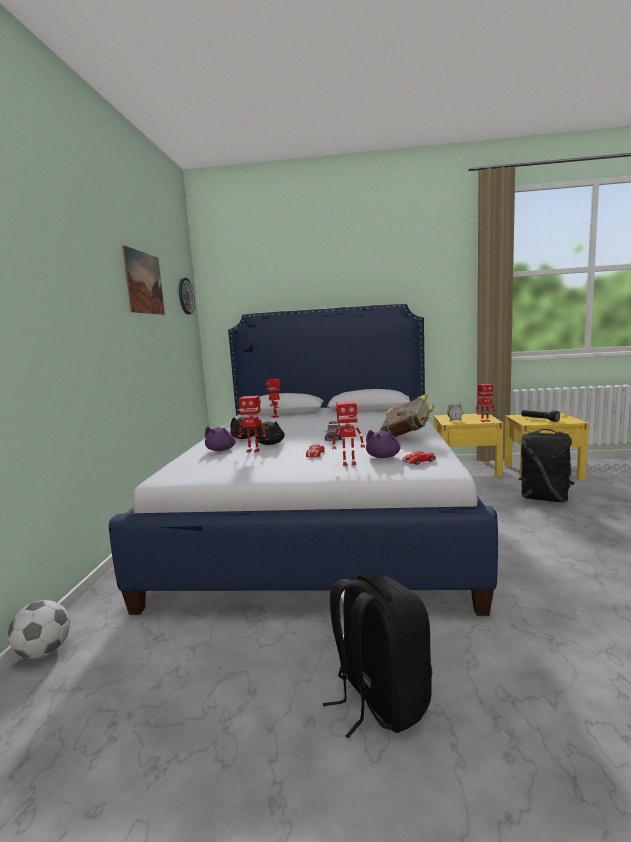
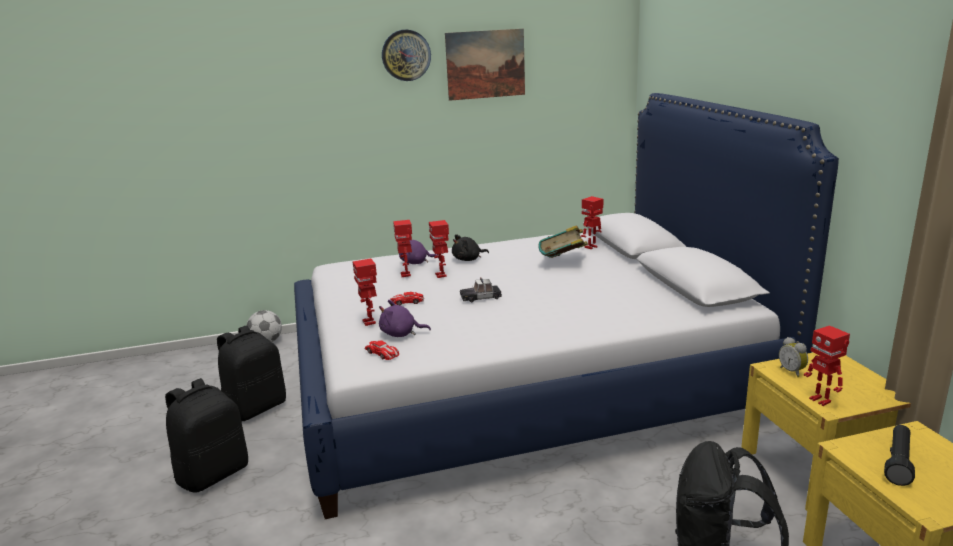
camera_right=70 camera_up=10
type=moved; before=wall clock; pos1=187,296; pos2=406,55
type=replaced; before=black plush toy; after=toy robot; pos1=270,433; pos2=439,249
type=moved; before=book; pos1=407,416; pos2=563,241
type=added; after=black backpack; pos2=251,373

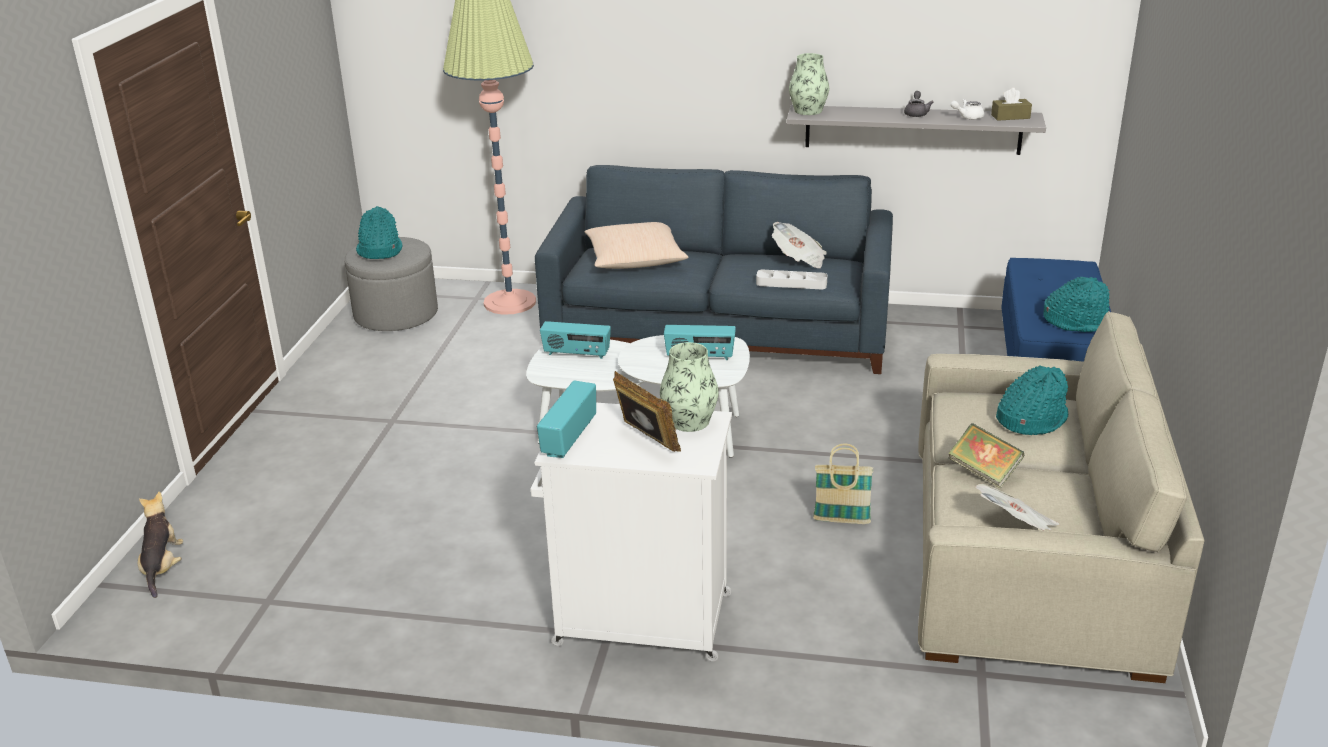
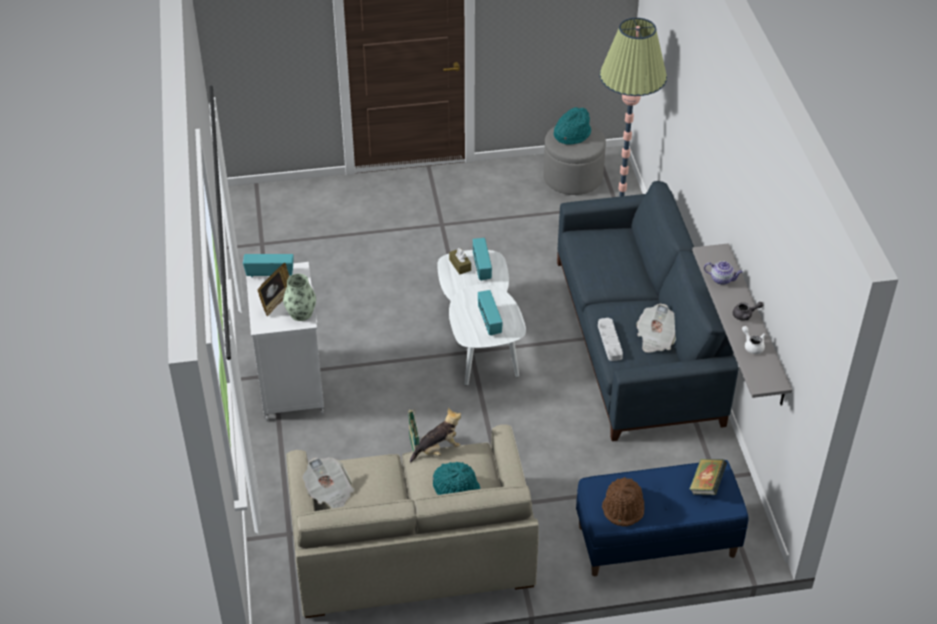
camera_right=70 camera_up=15
type=moved; before=plush toy; pos1=161,545; pos2=435,435
type=removed; before=beige pillow; pos1=637,245
type=removed; before=vase; pos1=809,84
type=moved; before=book; pos1=986,456; pos2=708,477
type=moved; before=brown tissue box; pos1=1011,104; pos2=460,261
type=recoloured; before=turquoise hat; after=brown hat; pos1=1076,304; pos2=623,501
type=added; after=teapot; pos2=723,273

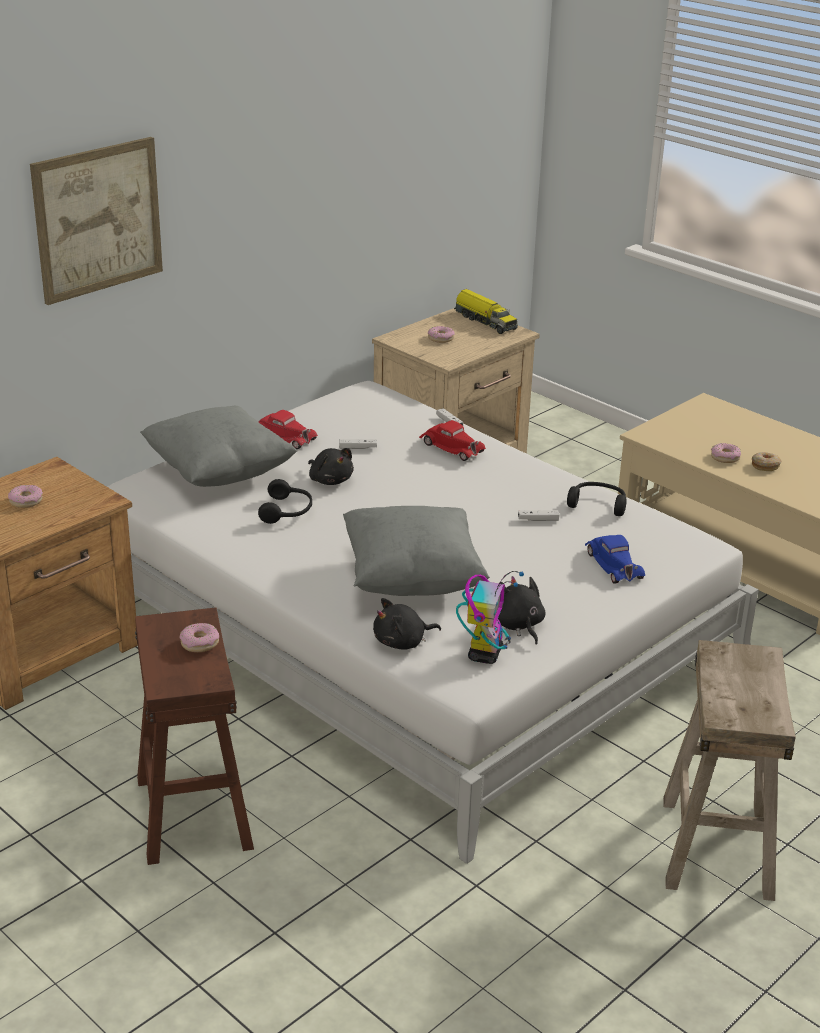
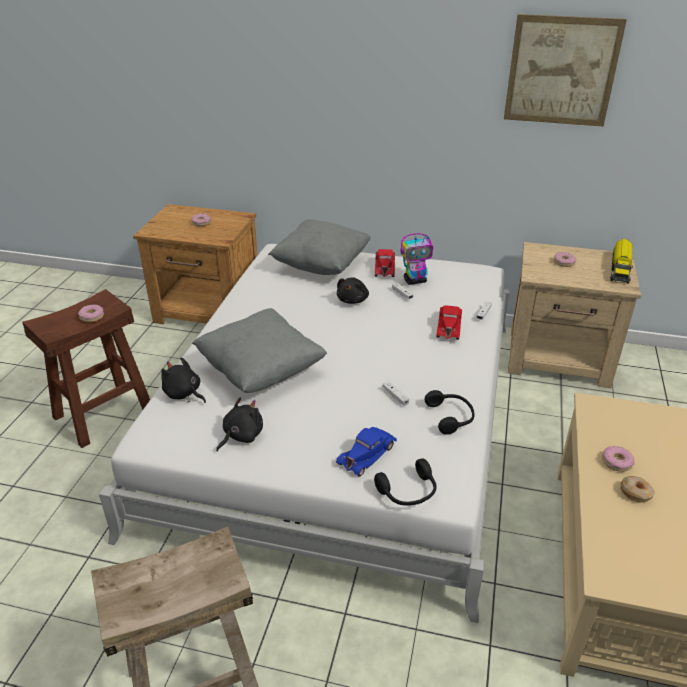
camera_right=60 camera_up=5
type=moved; before=picture; pos1=96,221; pos2=565,70
type=moved; before=black headphones; pos1=285,501; pos2=405,481
type=moved; before=toy robot; pos1=490,617; pos2=416,259

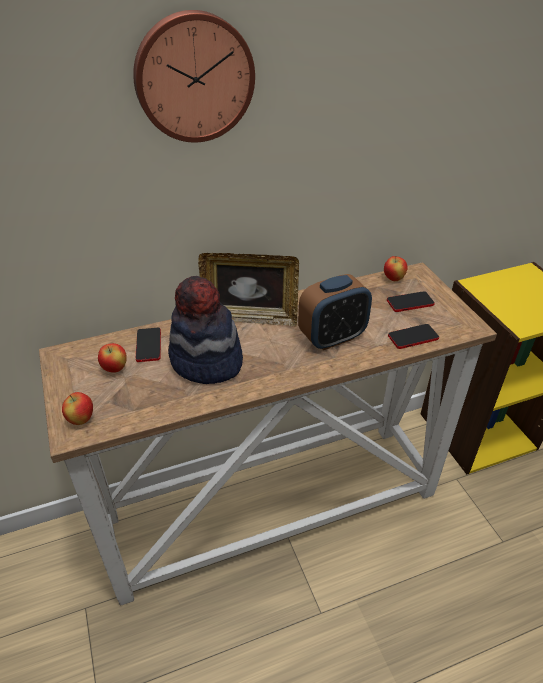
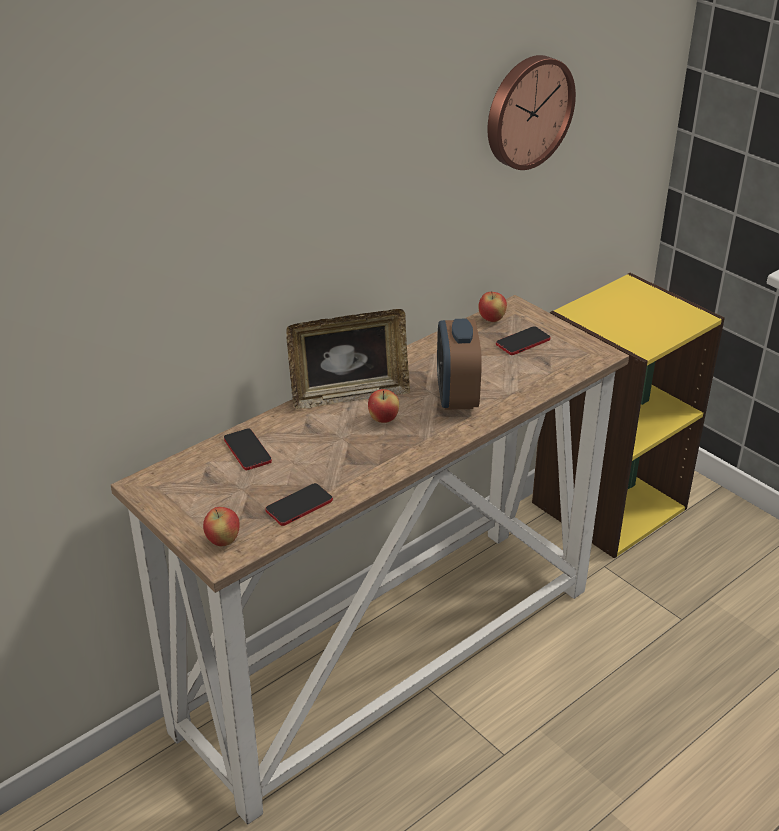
camera_right=-20 camera_up=-5
type=moved; before=apple; pos1=112,358; pos2=383,406
type=moved; before=wall clock; pos1=194,76; pos2=531,112
type=removed; before=hat; pos1=205,330
type=turned; before=alarm clock; pos1=335,312; pos2=459,364; turn=135
type=moved; before=phone; pos1=413,336; pos2=299,504

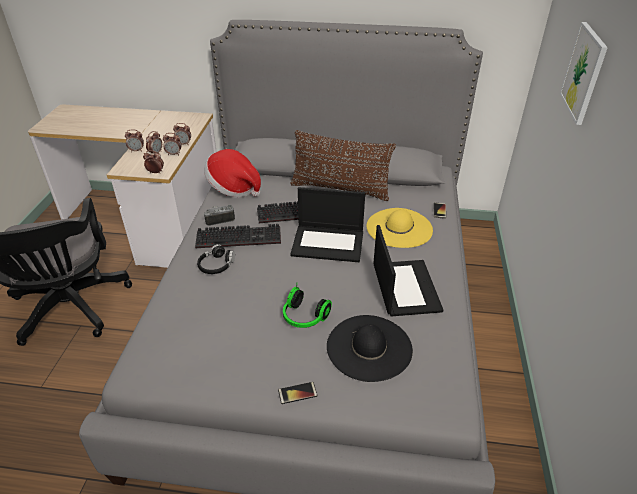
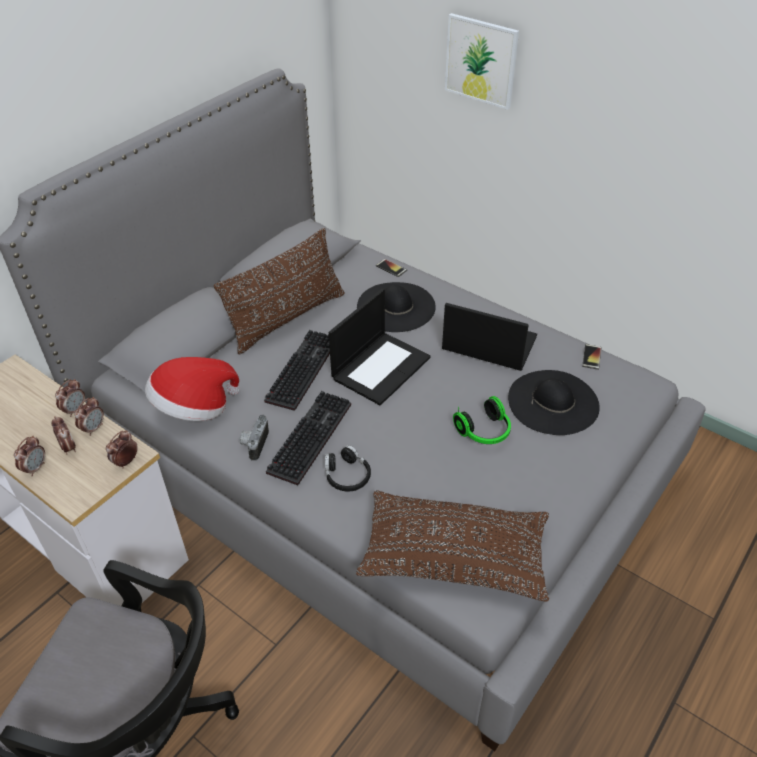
camera_right=-60 camera_up=5
type=moved; before=phone; pos1=297,393; pos2=591,357
type=recoloured; before=yellow hat; after=black hat; pos1=400,228; pos2=396,307
type=added; after=brown pillow; pos2=452,546

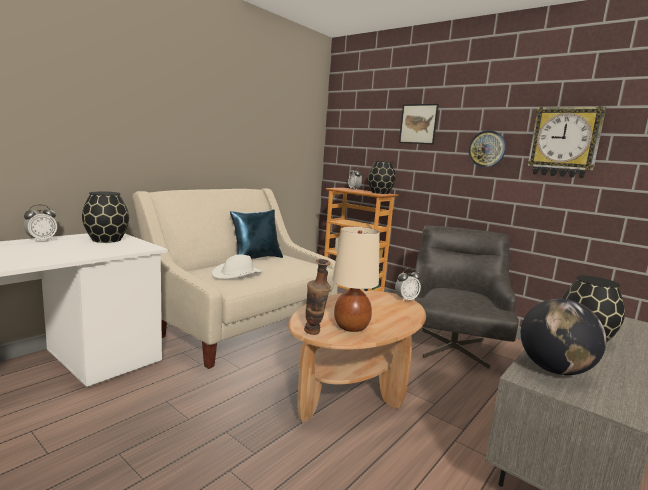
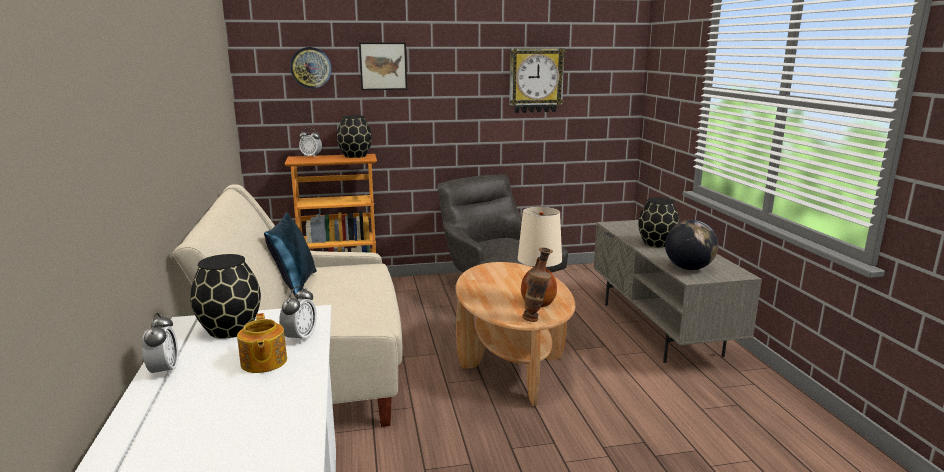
camera_right=-50 camera_up=5
type=removed; before=white hat; pos1=237,266
type=moved; before=alarm clock; pos1=408,285; pos2=298,315
type=moved; before=wall clock; pos1=487,148; pos2=311,68
type=added; after=teapot; pos2=262,343

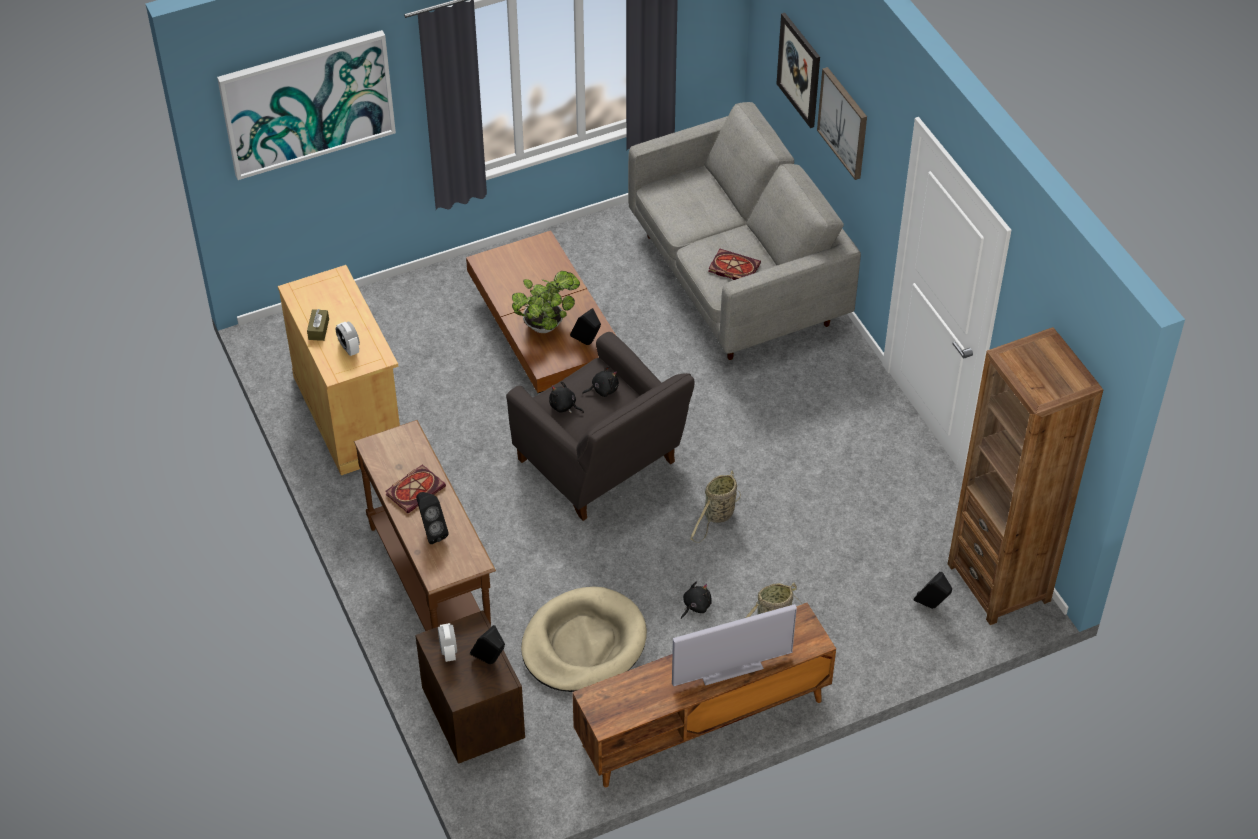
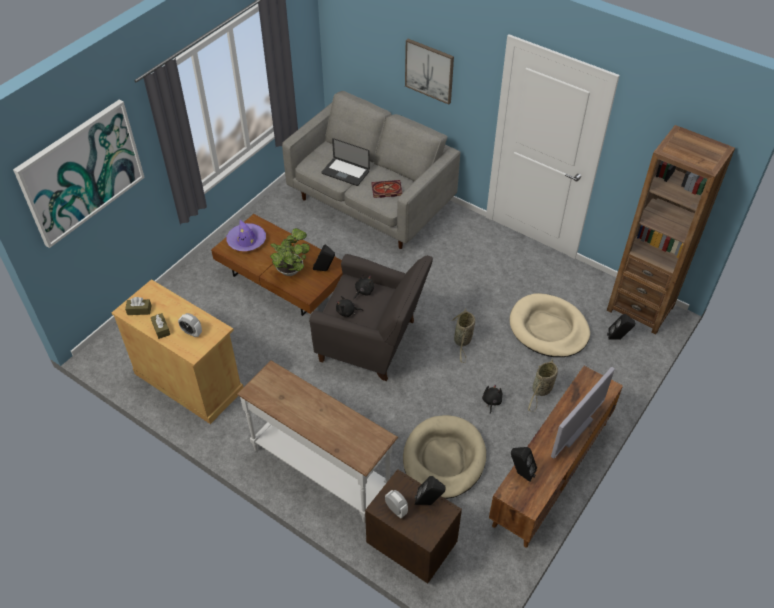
camera_right=-30 camera_up=0
type=recoloured; before=brown console table; after=white console table; pos1=425,525; pos2=317,441
type=removed; before=book; pos1=415,488
type=moved; before=black speaker; pos1=432,518; pos2=524,464
type=removed; before=picture; pos1=798,70
type=added; after=brown tissue box; pos2=138,306
type=added; after=purple hat; pos2=246,235
type=added; after=laptop; pos2=346,162
type=added; after=beige dog bed; pos2=550,325

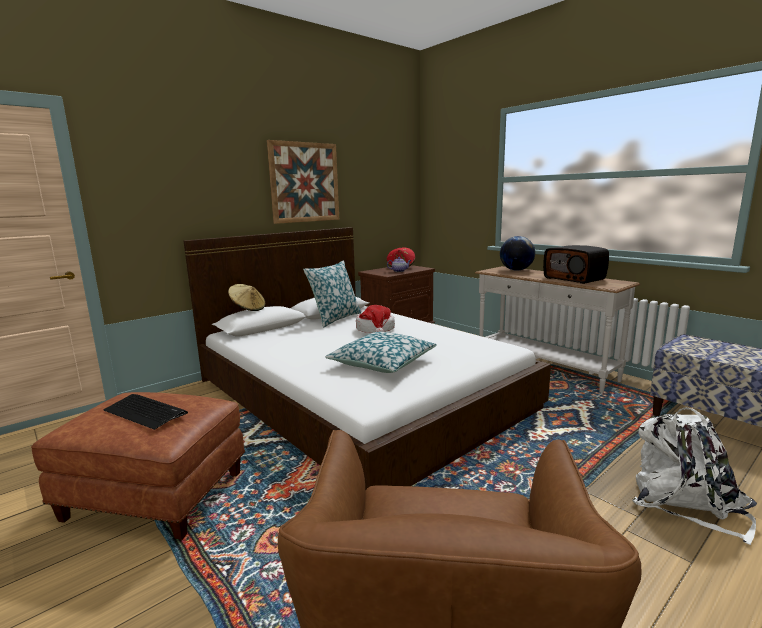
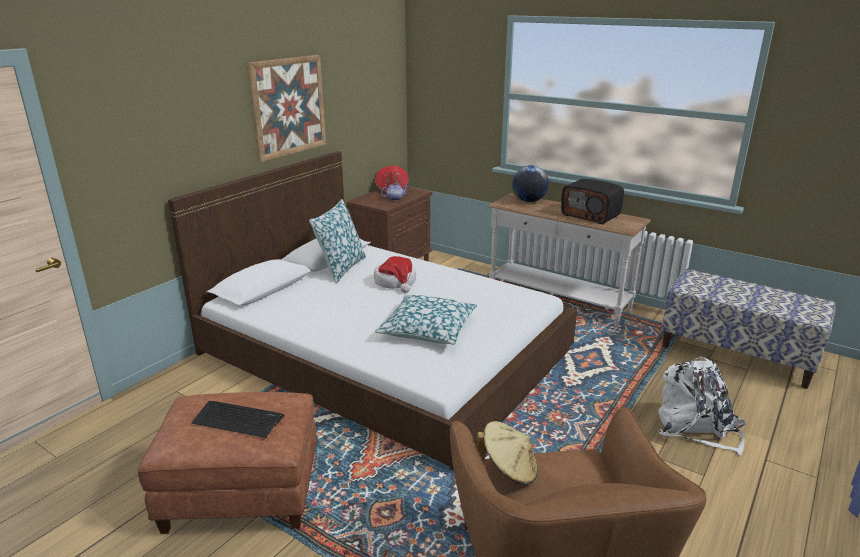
camera_right=-15 camera_up=10
type=moved; before=beige hat; pos1=246,297; pos2=507,453

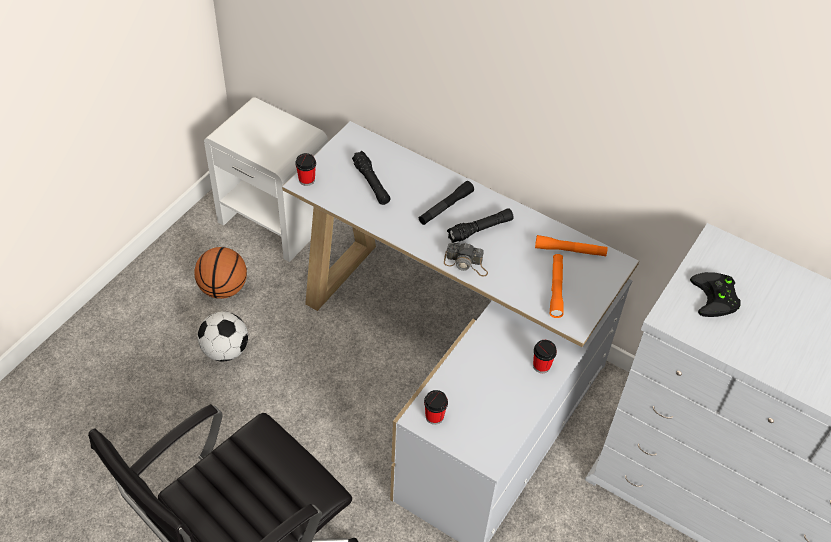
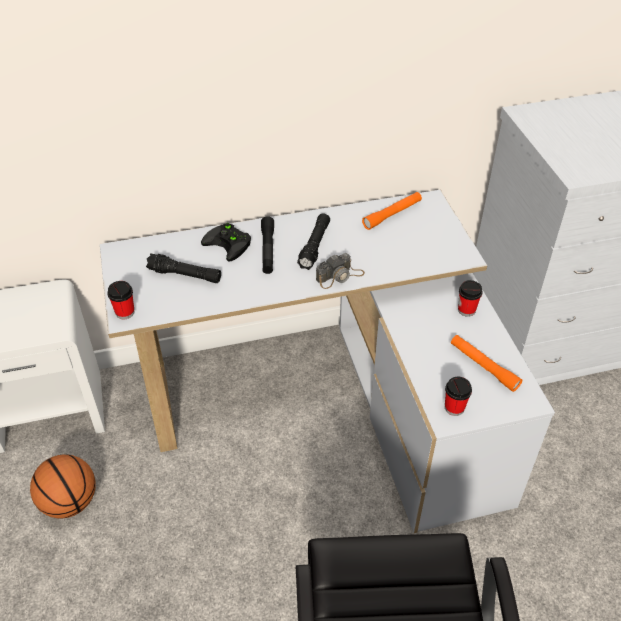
camera_right=-45 camera_up=-5
type=removed; before=football; pos1=223,336
type=moved; before=orange flashlight; pos1=557,286; pos2=486,363
type=moved; before=black game controller; pos1=715,294; pos2=226,242

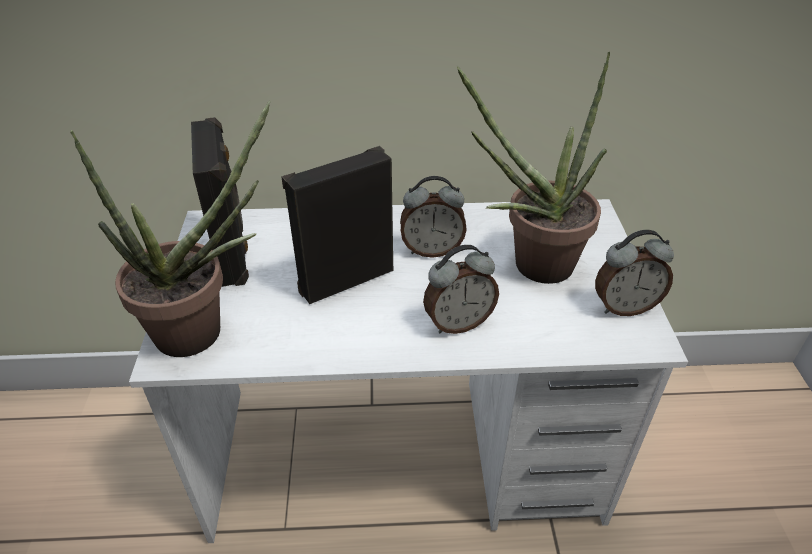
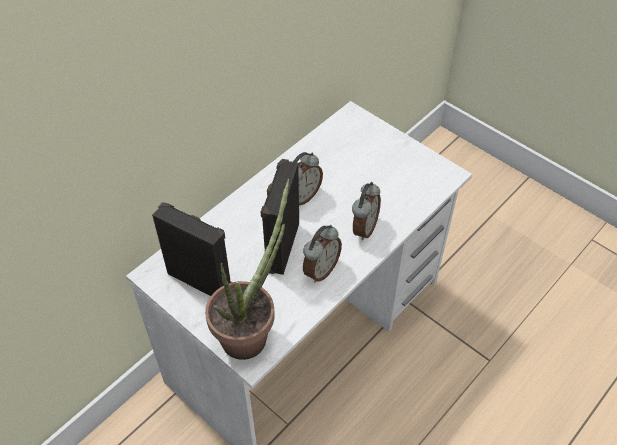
camera_right=-45 camera_up=10
type=removed; before=potted plant; pos1=533,168
type=moved; before=alarm clock; pos1=634,273; pos2=322,254

